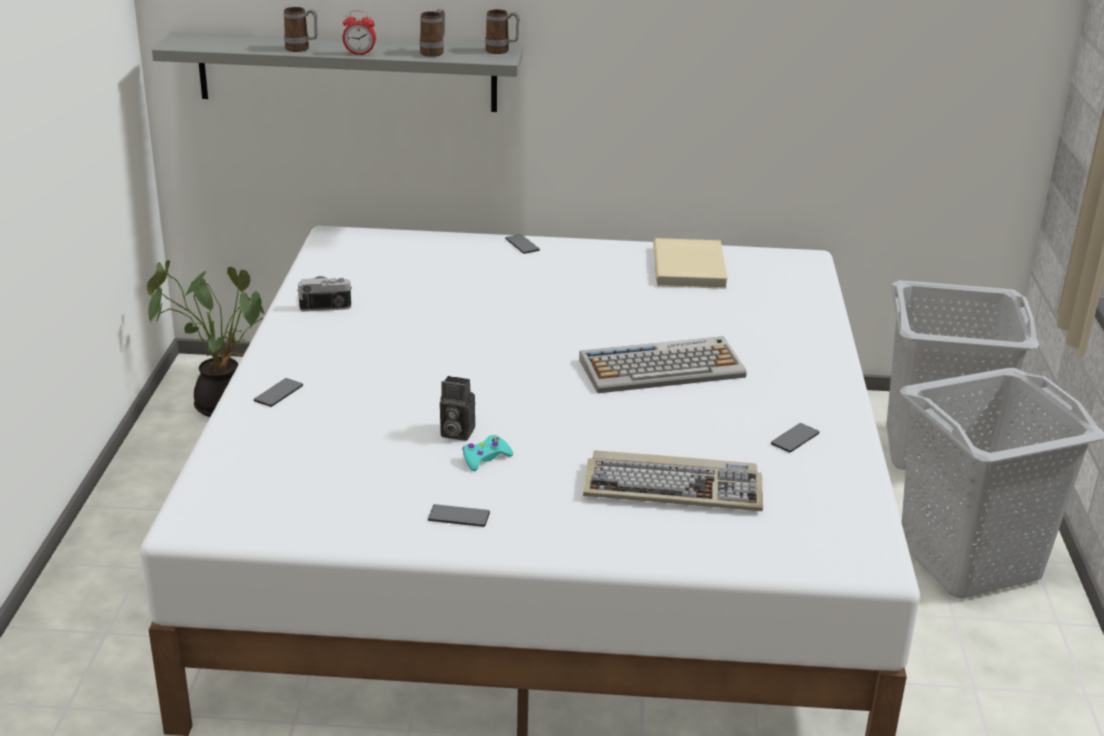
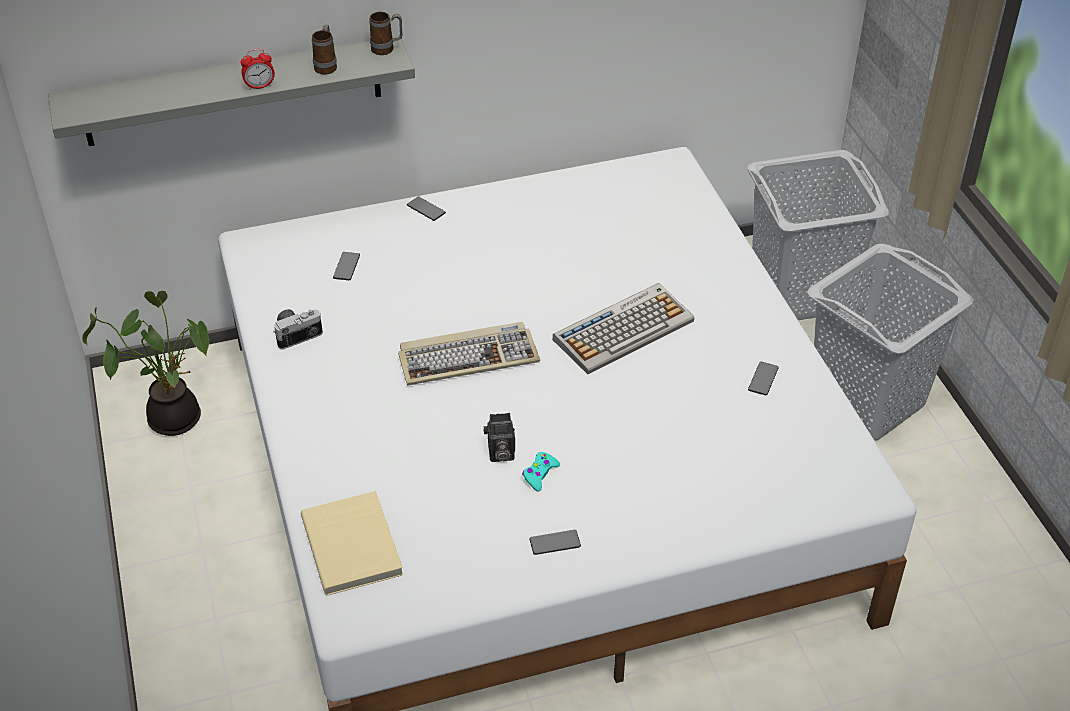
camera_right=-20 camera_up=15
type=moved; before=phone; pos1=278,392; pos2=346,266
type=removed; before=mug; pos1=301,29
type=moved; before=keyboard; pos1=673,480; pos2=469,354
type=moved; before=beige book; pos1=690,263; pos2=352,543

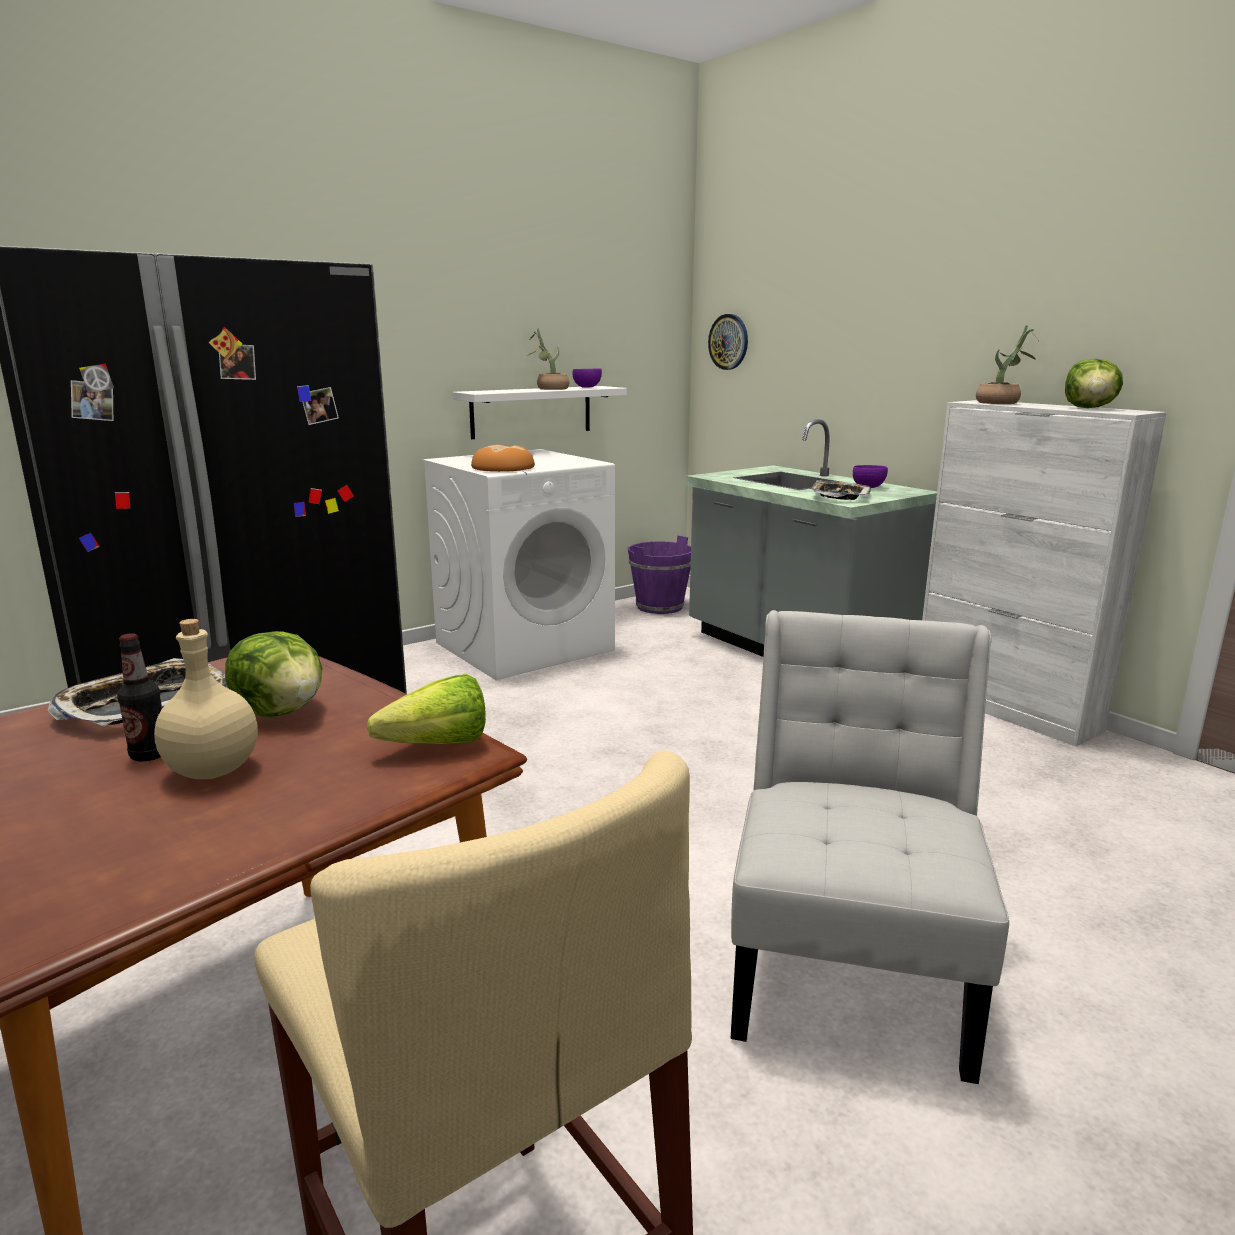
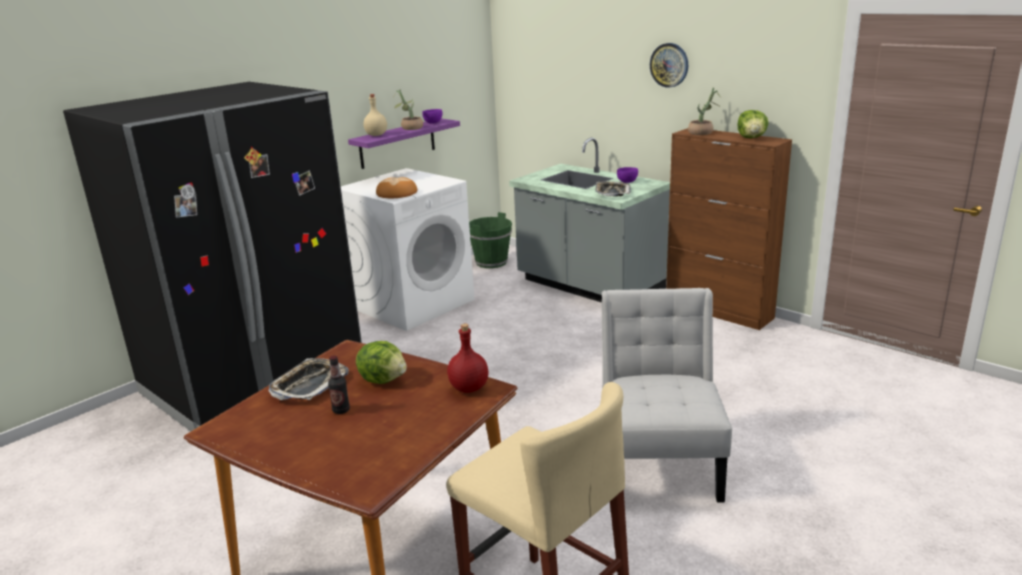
camera_right=-10 camera_up=5
type=moved; before=beige bottle; pos1=206,699; pos2=375,115
type=replaced; before=lettuce; after=red bottle; pos1=426,709; pos2=468,358
type=recoloured; before=white shelf; after=purple shelf; pos1=540,412; pos2=404,143
type=recoloured; before=purple bucket; after=green bucket; pos1=659,574; pos2=490,240
type=moved; before=wall clock; pos1=728,342; pos2=669,65
type=recoloured; before=white cabinet; after=brown cabinet; pos1=1044,573; pos2=729,229

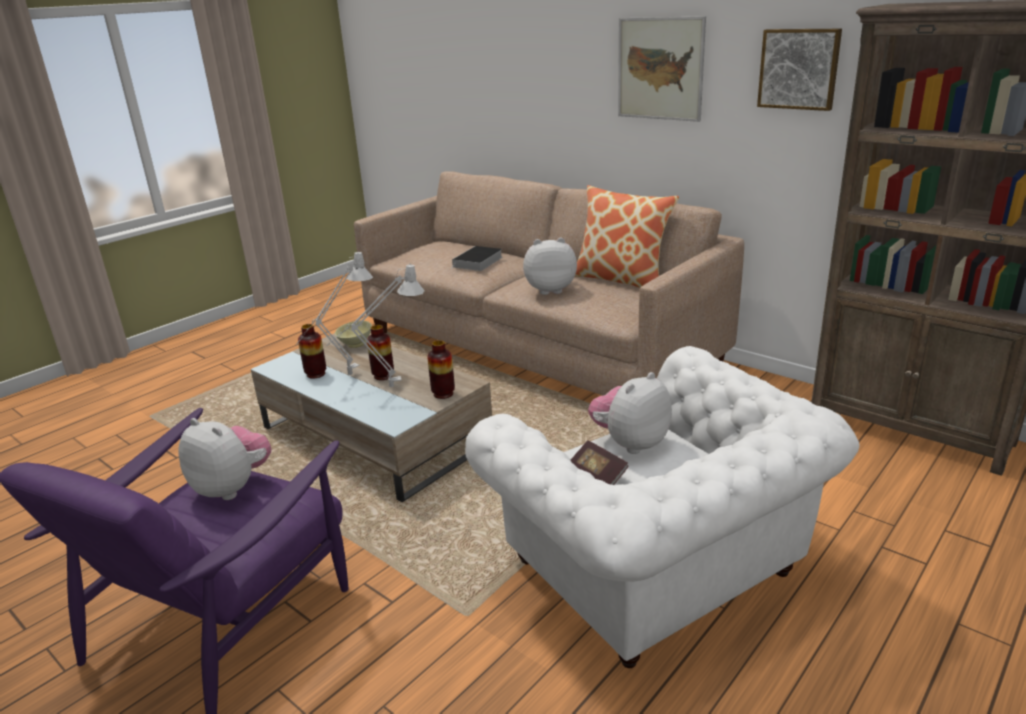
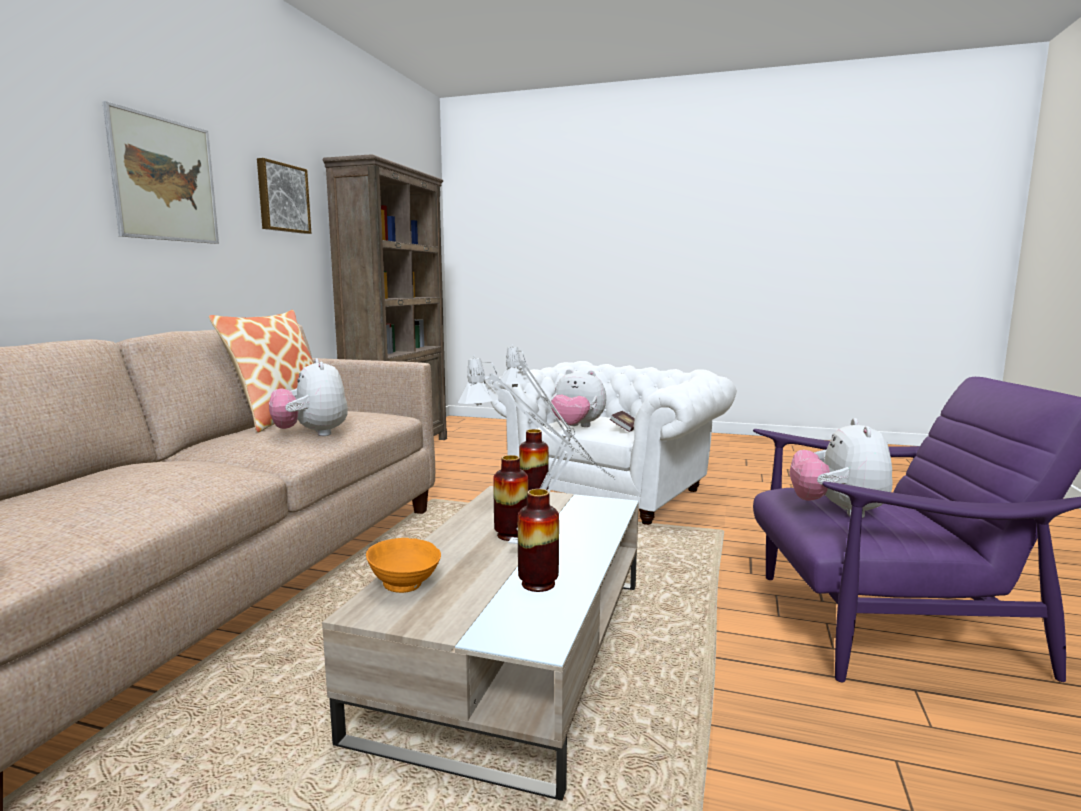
camera_right=-115 camera_up=-15
type=recoloured; before=beige bowl; after=orange bowl; pos1=353,334; pos2=403,565
type=removed; before=book; pos1=476,258

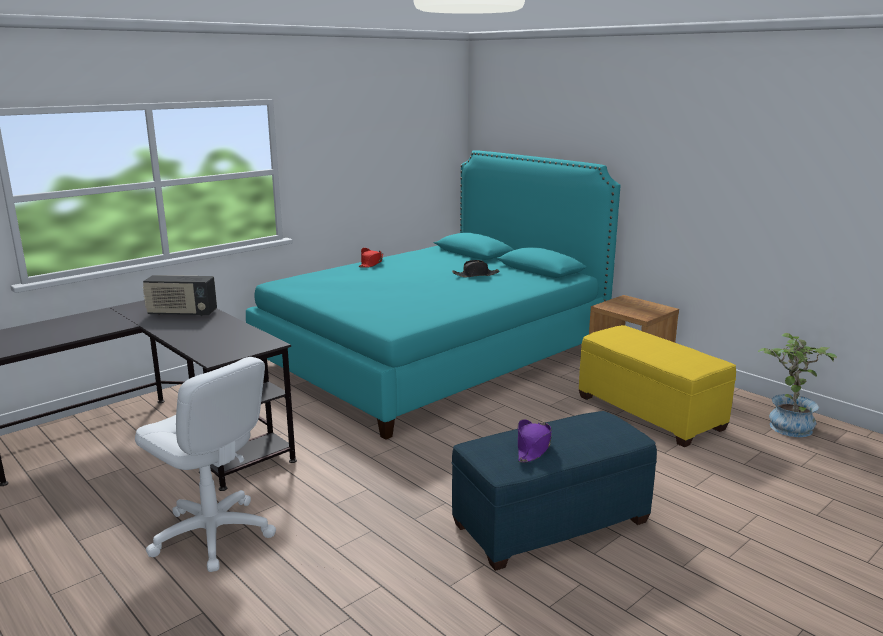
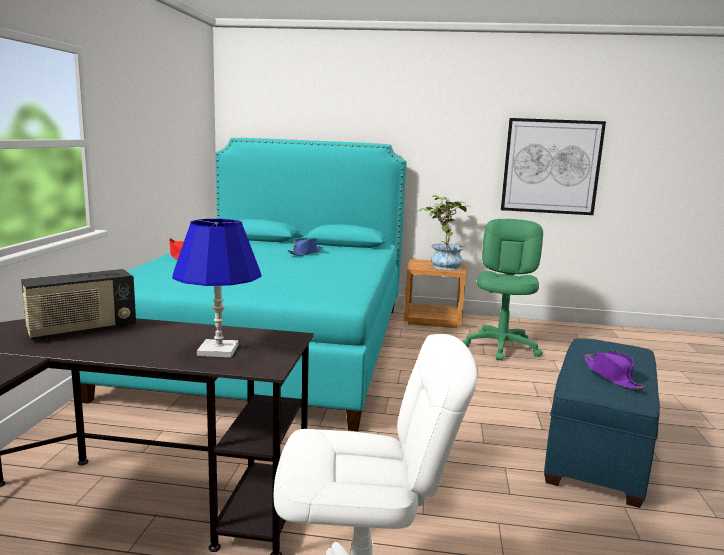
camera_right=-40 camera_up=-5
type=recoloured; before=black hat; after=blue hat; pos1=476,268; pos2=305,247
type=replaced; before=yellow ottoman; after=green office chair; pos1=657,386; pos2=502,290
type=moved; before=potted plant; pos1=797,385; pos2=444,232
type=added; after=blue table lamp; pos2=217,288
type=added; after=picture; pos2=553,166

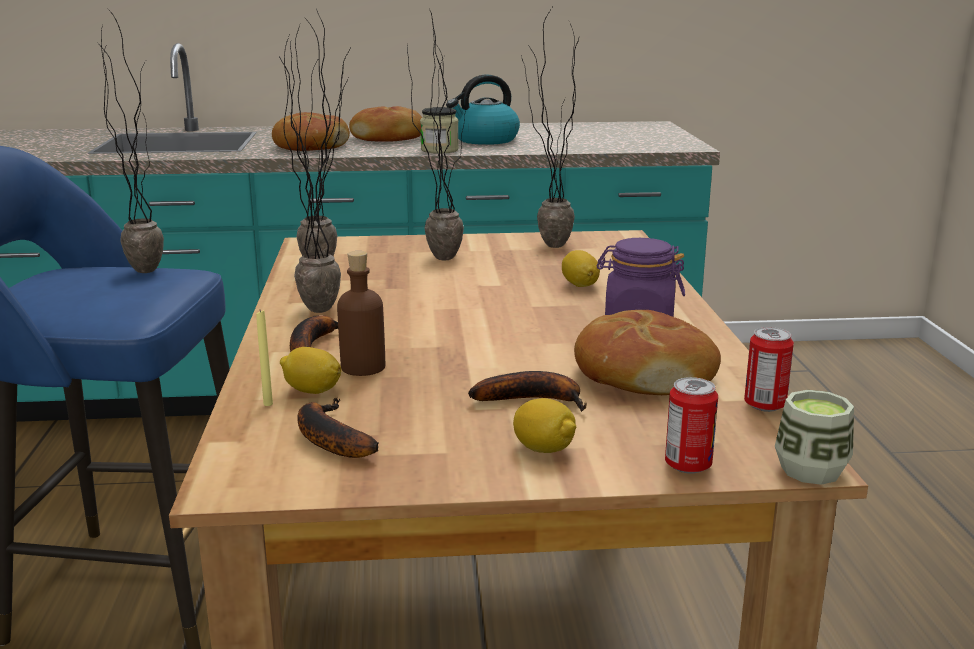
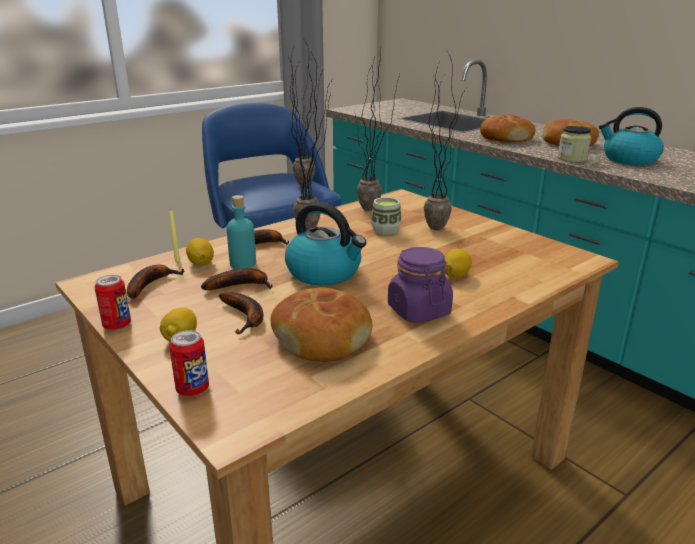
camera_right=55 camera_up=5
type=recoloured; before=brown bottle; after=turquoise bottle; pos1=361,313; pos2=241,232
type=removed; before=potted plant; pos1=550,128
type=moved; before=can; pos1=769,369; pos2=112,302
type=moved; before=cup; pos1=814,437; pos2=386,216
type=added; after=banana; pos2=237,279
type=added; after=kettle; pos2=325,243

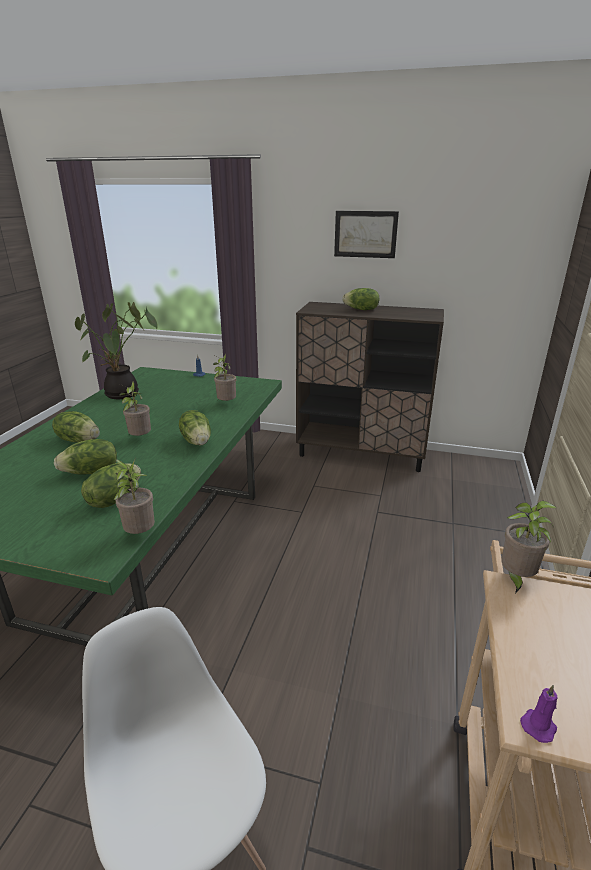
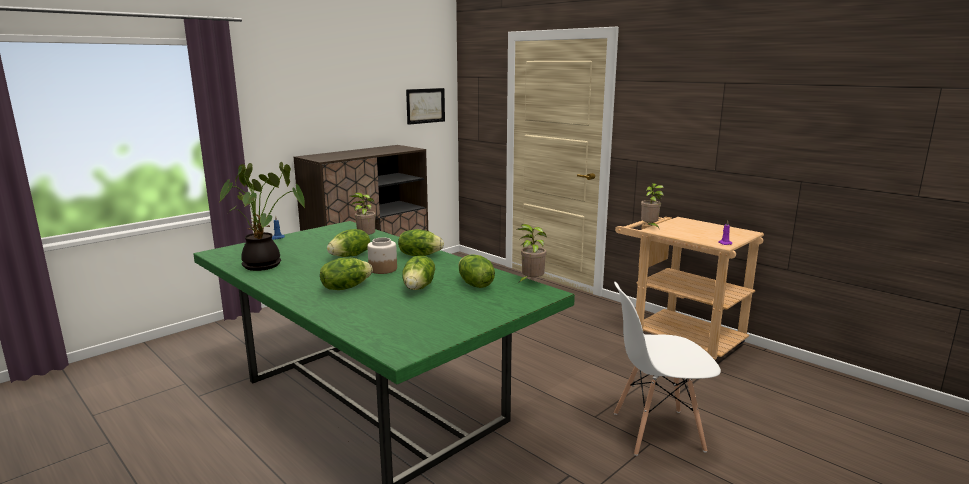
camera_right=-60 camera_up=-10
type=replaced; before=potted plant; after=jar; pos1=135,408; pos2=382,256
type=moved; before=picture; pos1=366,234; pos2=425,106
type=moved; before=lettuce; pos1=360,299; pos2=348,243

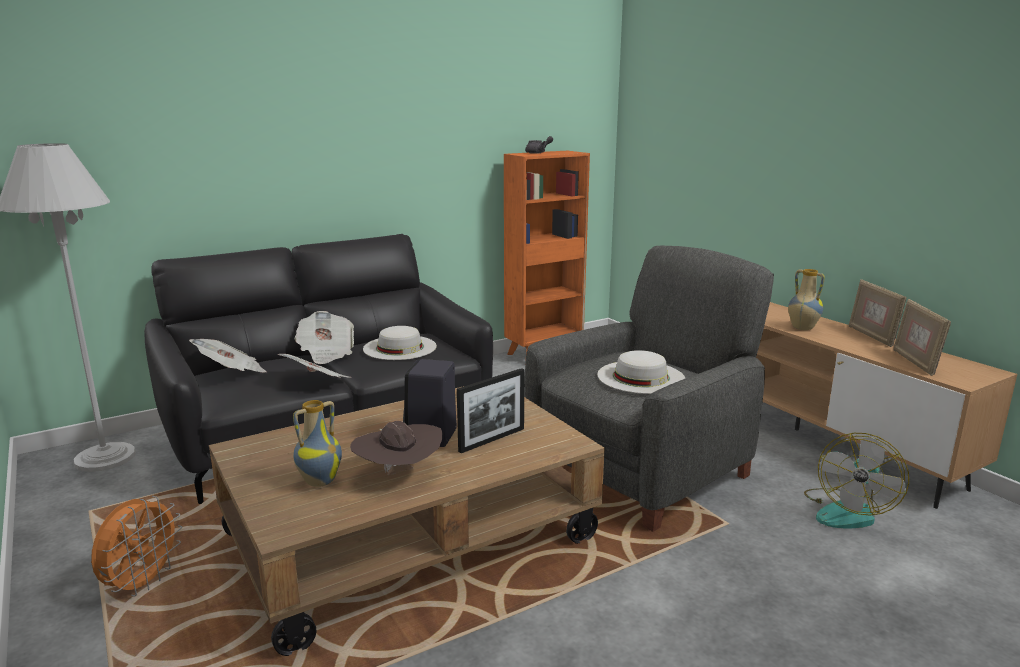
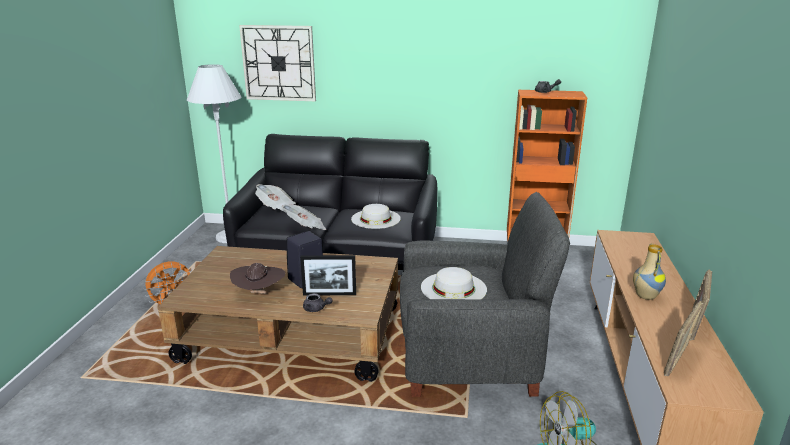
camera_right=40 camera_up=5
type=removed; before=vase; pos1=317,443
type=removed; before=newspaper; pos1=324,337
type=added; after=wall clock; pos2=277,63
type=added; after=grey teapot; pos2=318,302

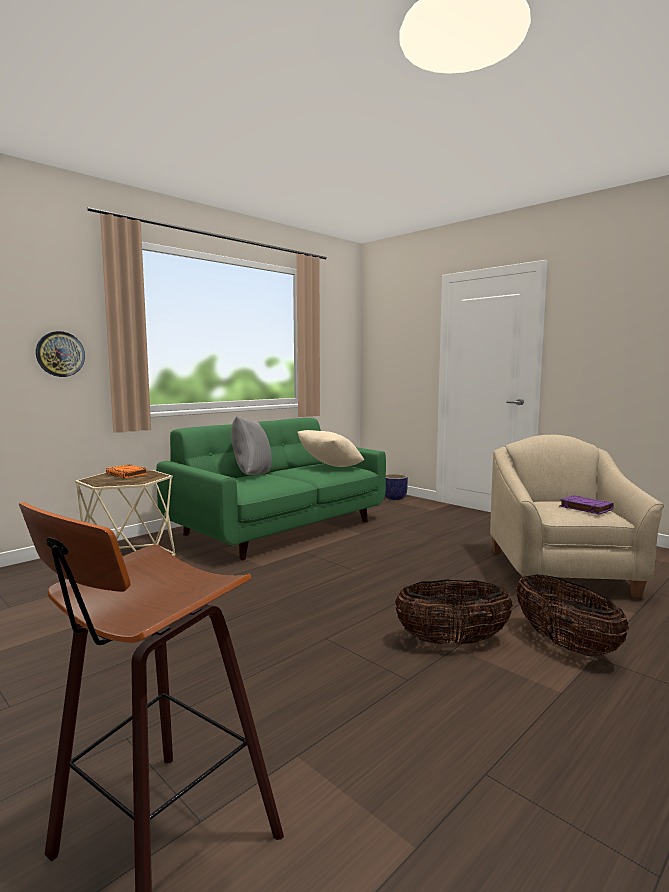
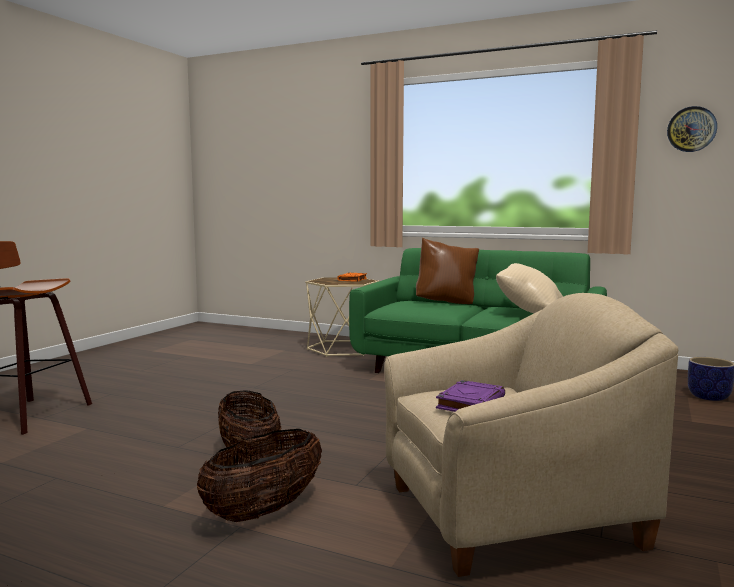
camera_right=70 camera_up=0
type=moved; before=wall clock; pos1=60,354; pos2=692,129
type=recoloured; before=grey pillow; after=brown pillow; pos1=251,445; pos2=447,271

